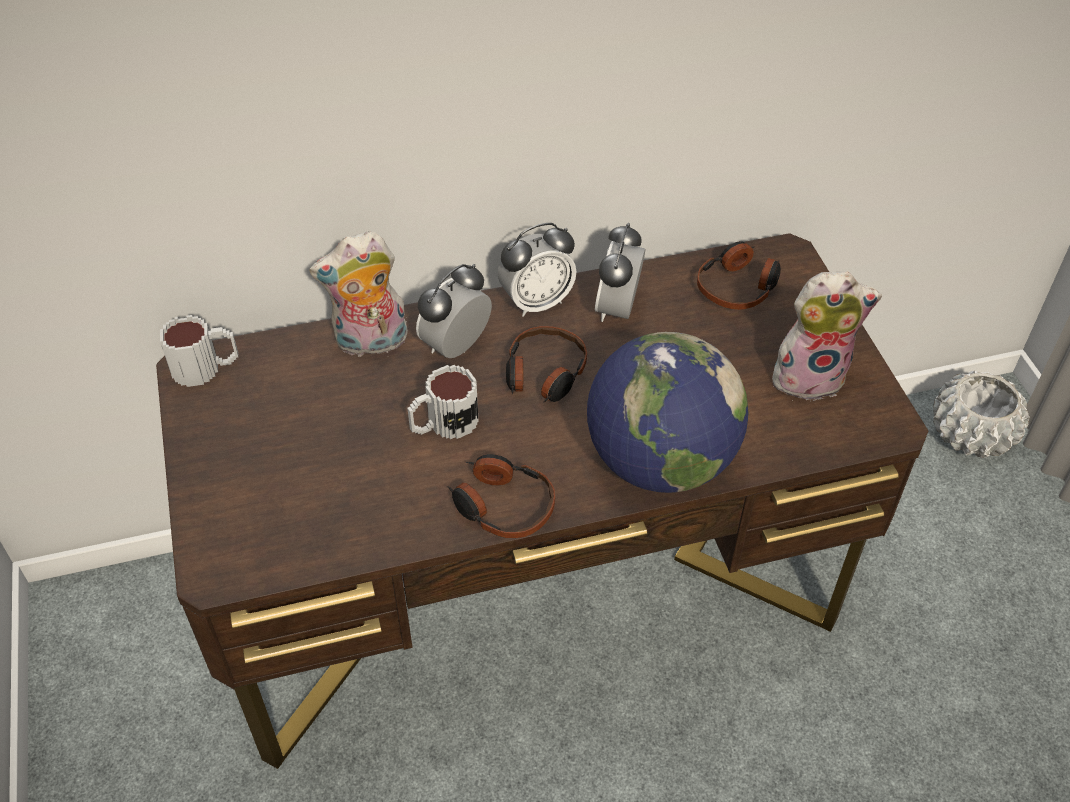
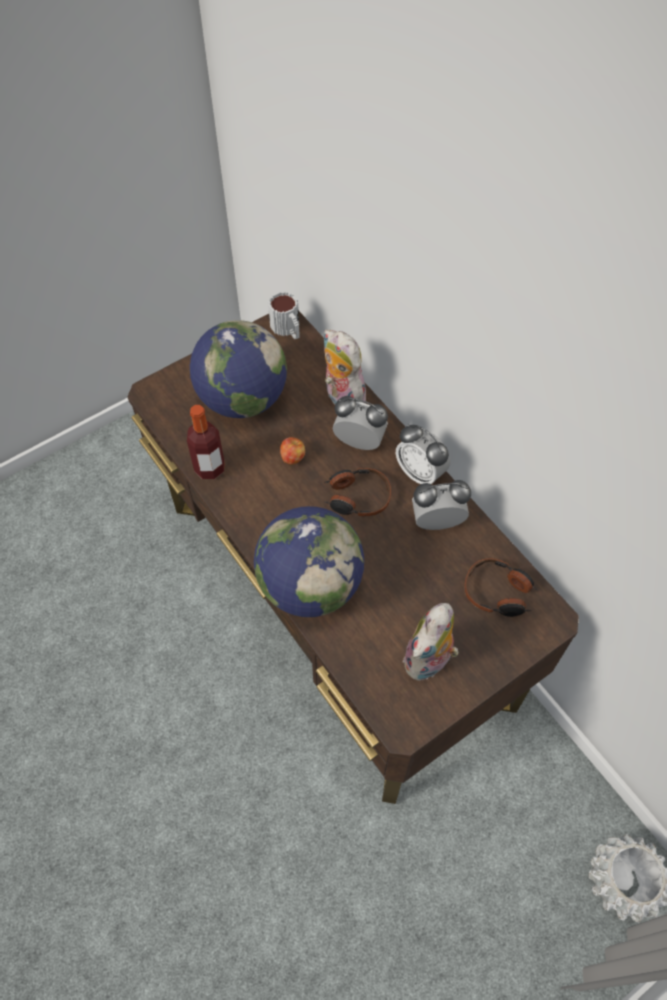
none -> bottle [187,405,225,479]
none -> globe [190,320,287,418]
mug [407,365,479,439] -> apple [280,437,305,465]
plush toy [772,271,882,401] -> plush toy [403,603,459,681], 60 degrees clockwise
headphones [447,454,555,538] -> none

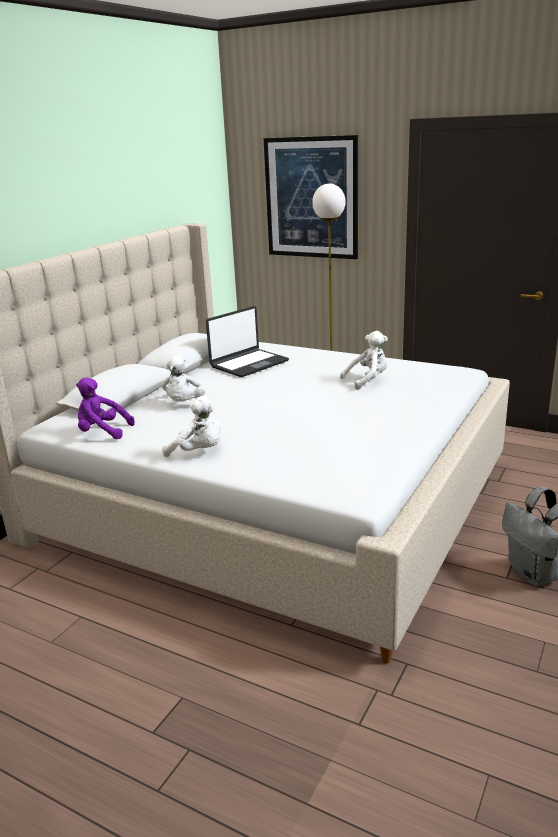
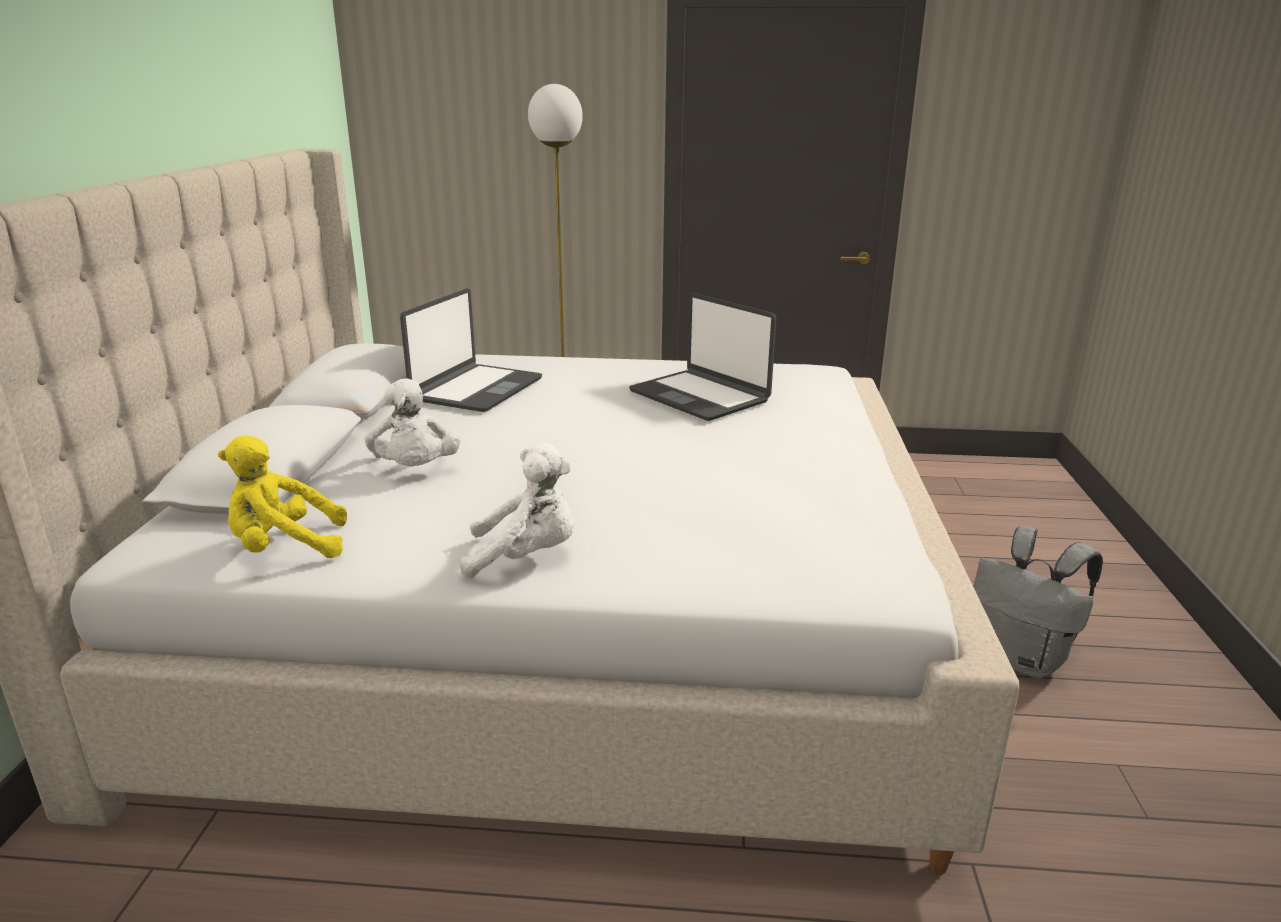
purple plush toy [76,378,135,439] -> yellow plush toy [218,436,347,558]
white plush toy [340,331,388,390] -> laptop [629,293,776,421]
picture [264,135,358,259] -> none

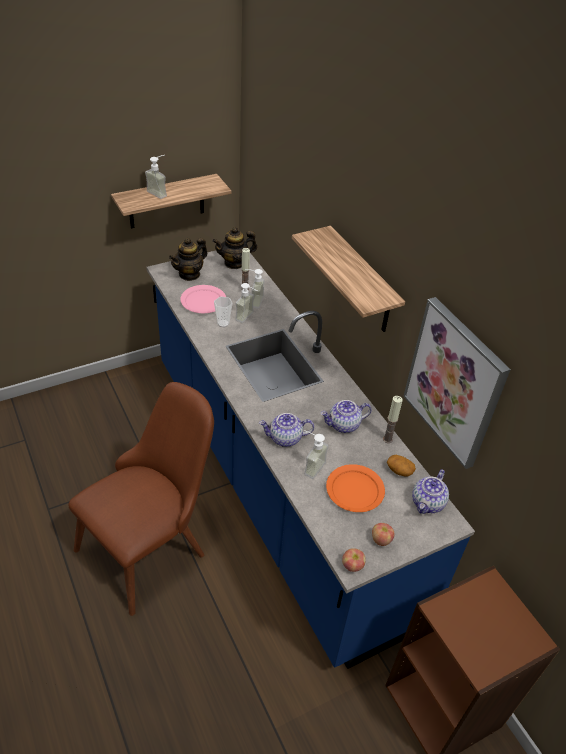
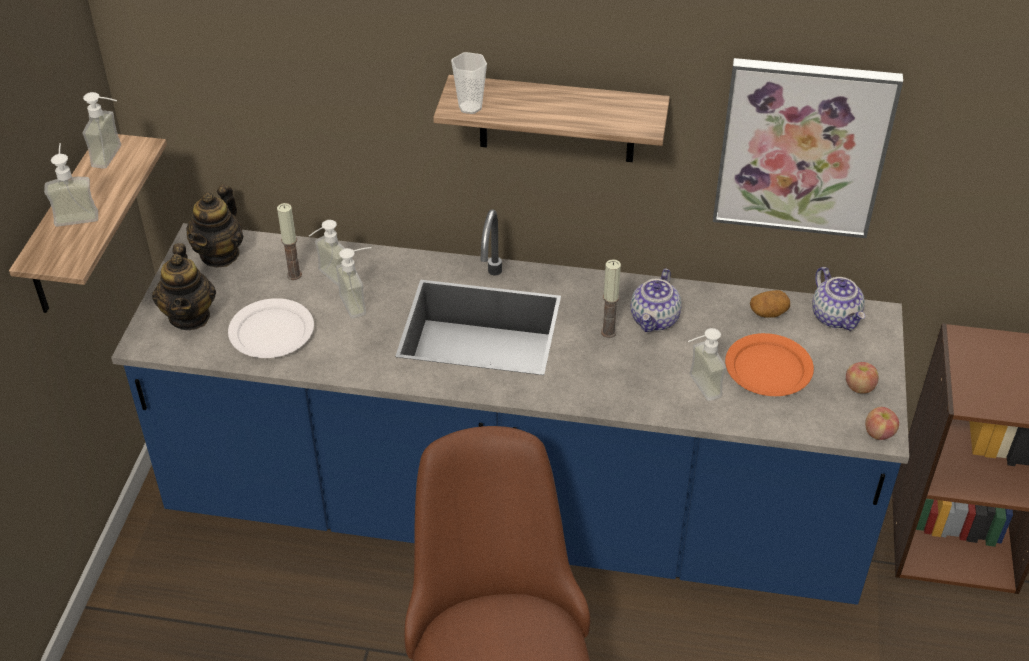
none -> soap dispenser [83,92,121,169]
pink plate [180,285,226,313] -> white plate [228,298,314,358]
cup [214,297,233,328] -> cup [451,52,487,114], moved
candle [383,396,403,443] -> candle [601,259,621,338], moved
teapot [259,413,314,447] -> none

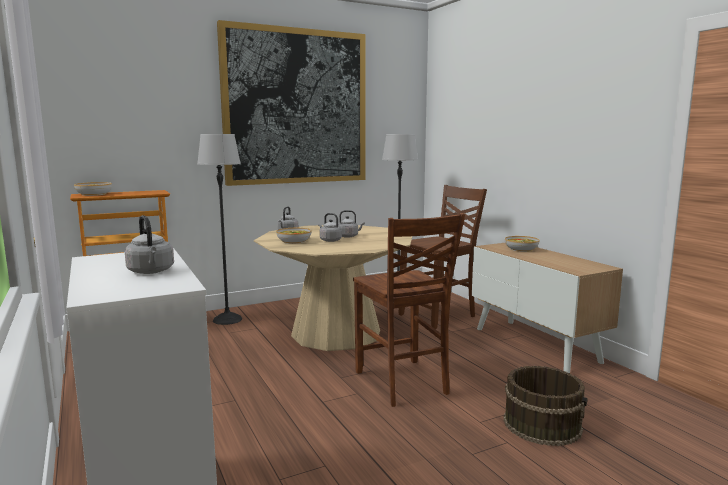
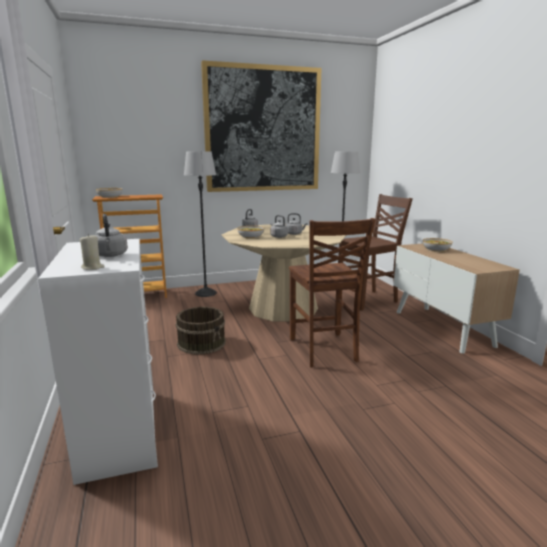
none -> beige candle [80,234,105,270]
brown bucket [503,366,588,446] -> brown bucket [175,306,226,354], moved

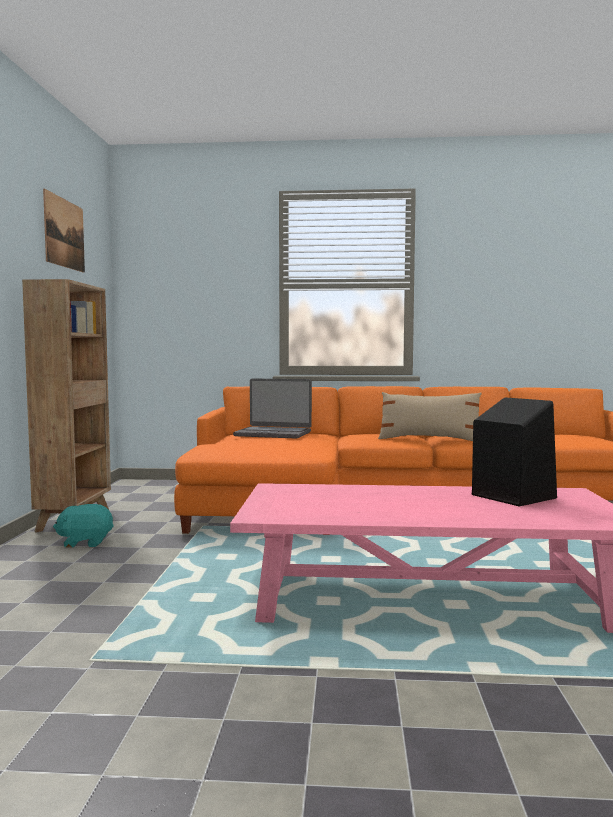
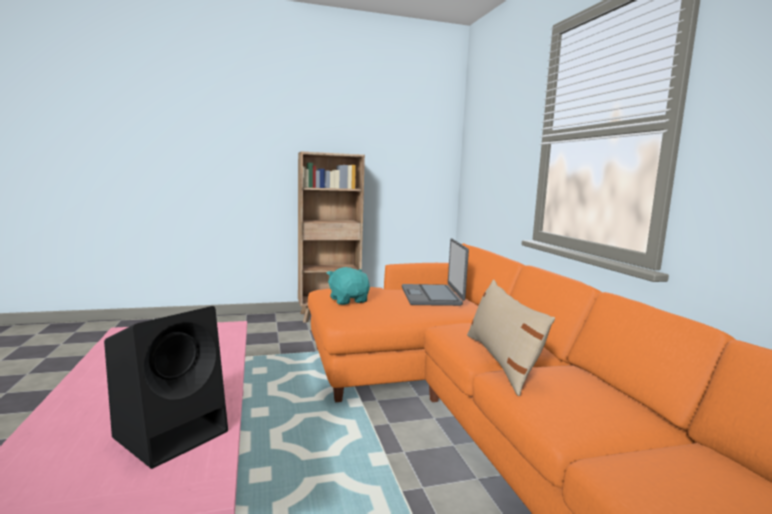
turquoise plush toy [53,504,114,547] -> turquoise plush toy [327,267,370,305], moved
picture [43,189,85,273] -> none

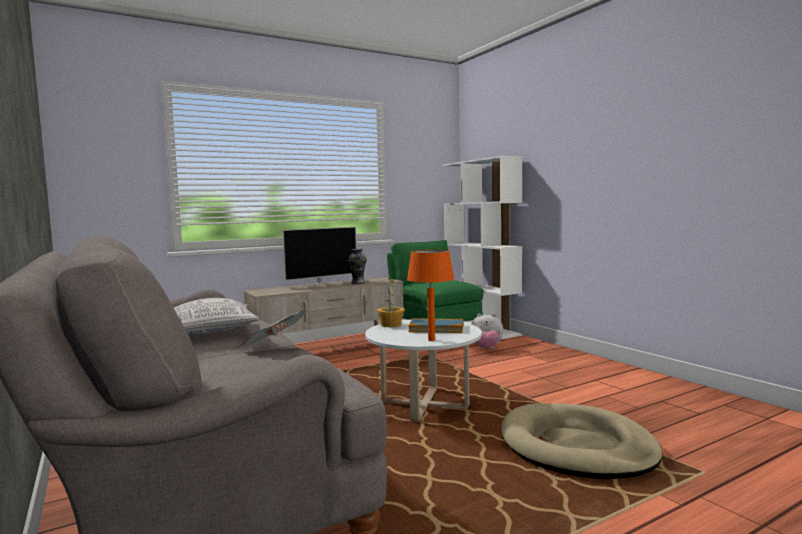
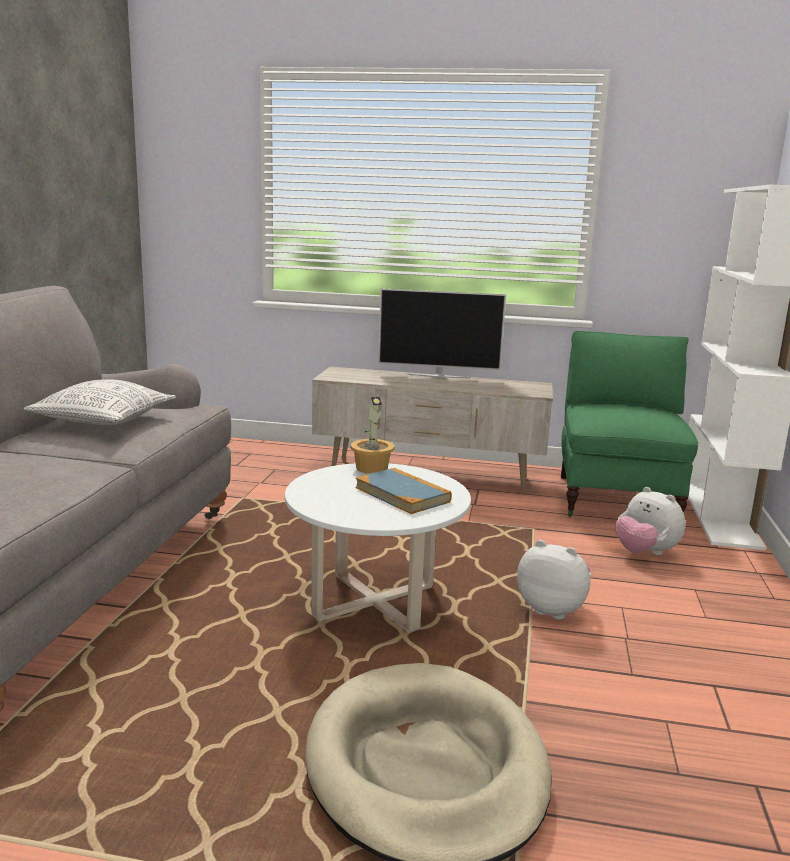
none -> plush toy [517,540,592,620]
newspaper [237,310,307,348] -> none
vase [348,249,367,284] -> none
orange table lamp [407,250,454,341] -> none

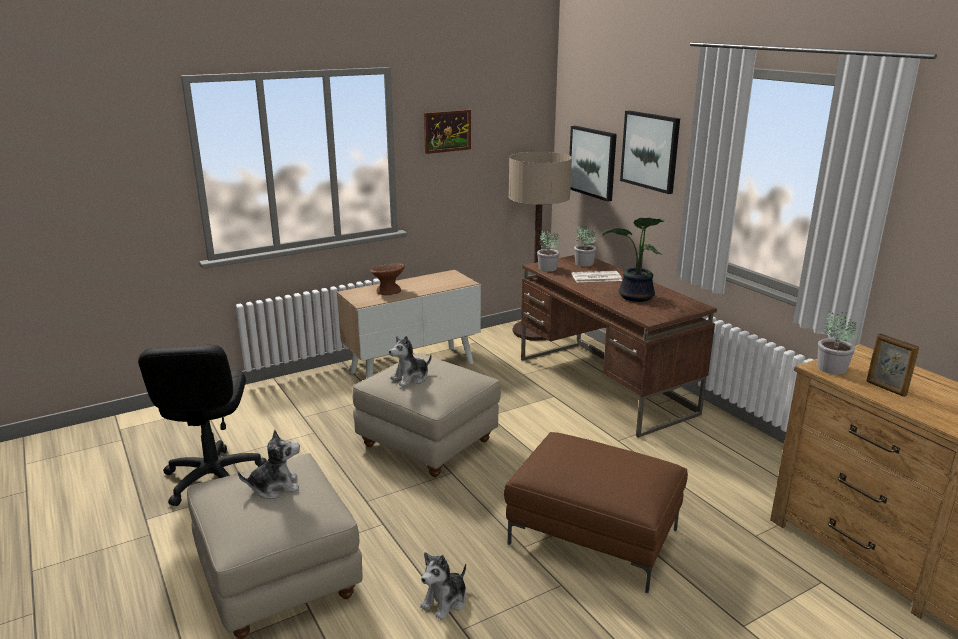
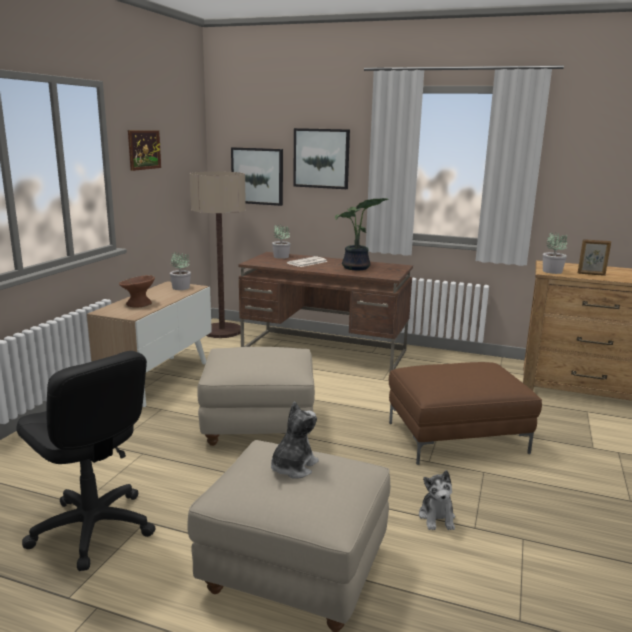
potted plant [537,230,560,272] -> potted plant [170,252,191,290], moved
plush toy [389,336,432,387] -> none

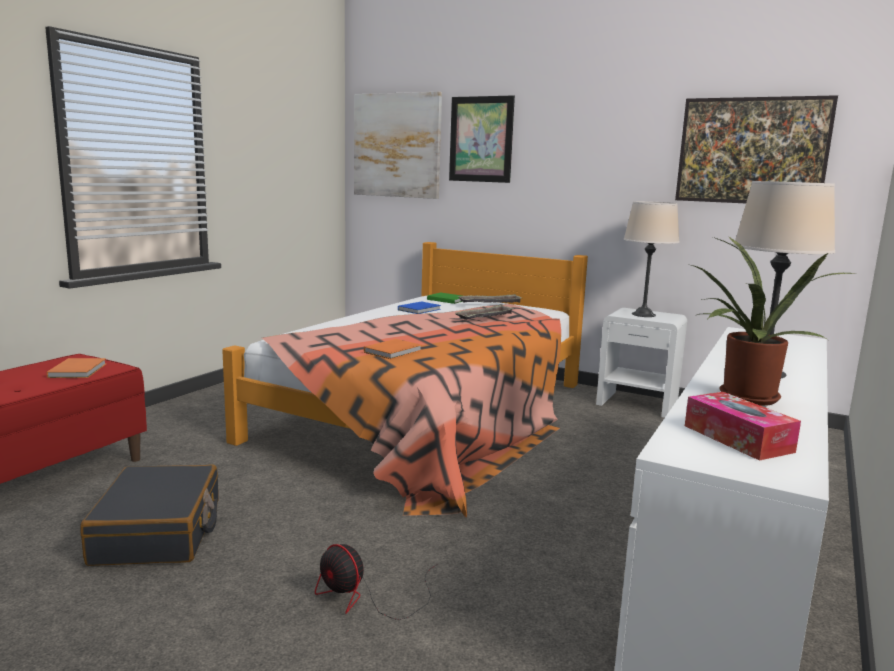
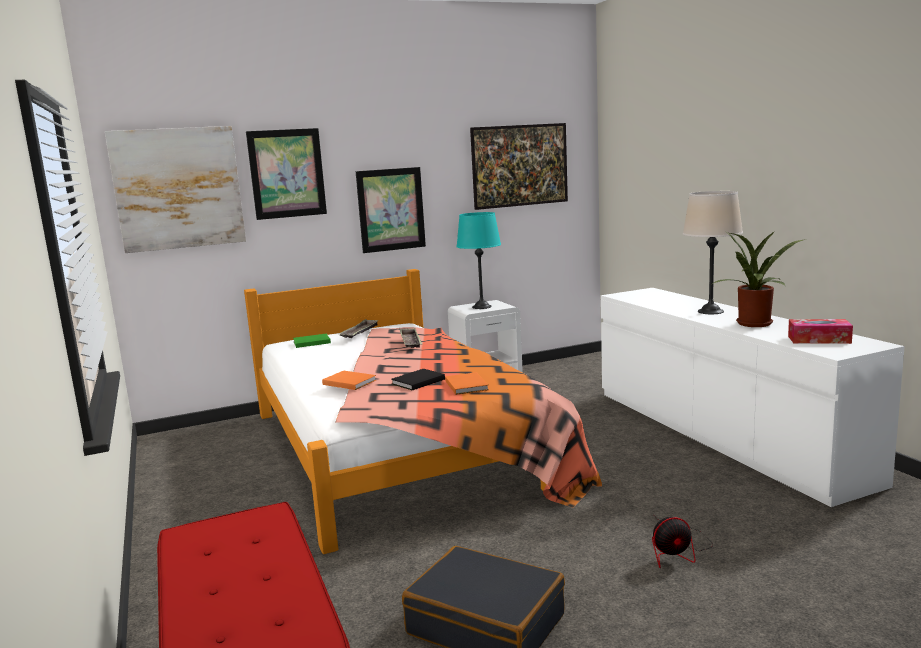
orange book [47,358,106,378] -> orange book [322,371,376,390], moved
none -> picture [356,167,426,253]
none -> black book [391,369,445,390]
beige table lamp [624,201,680,317] -> turquoise table lamp [456,212,501,309]
blue book [398,301,441,314] -> none

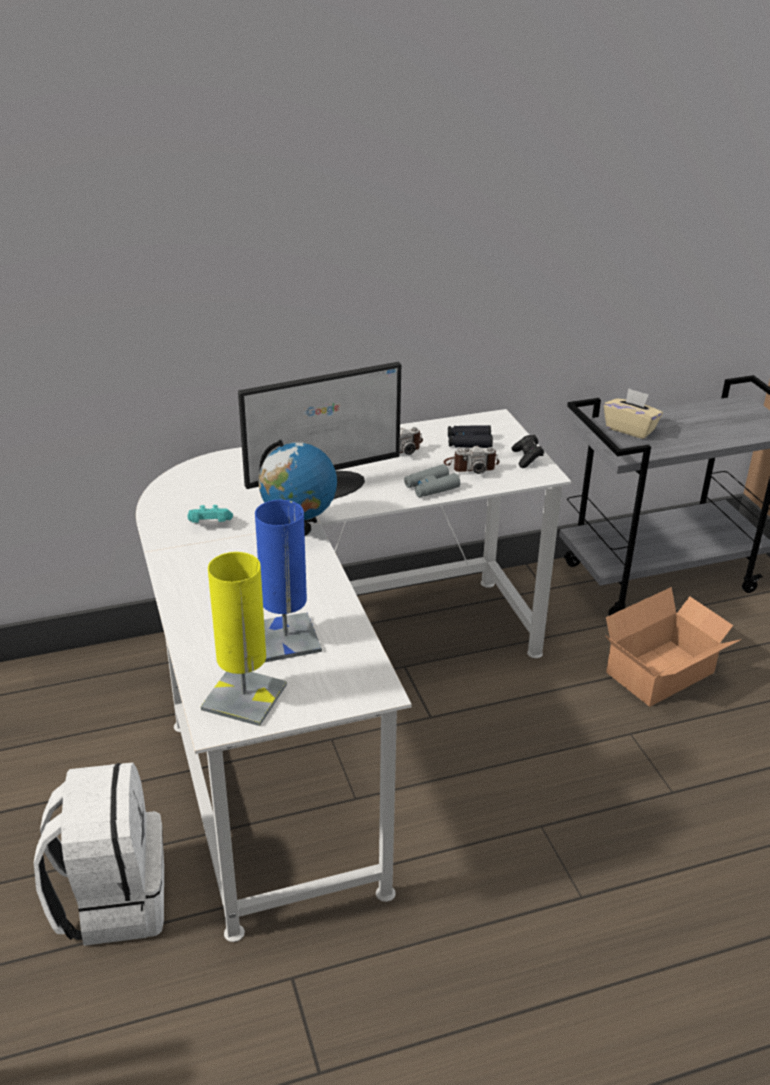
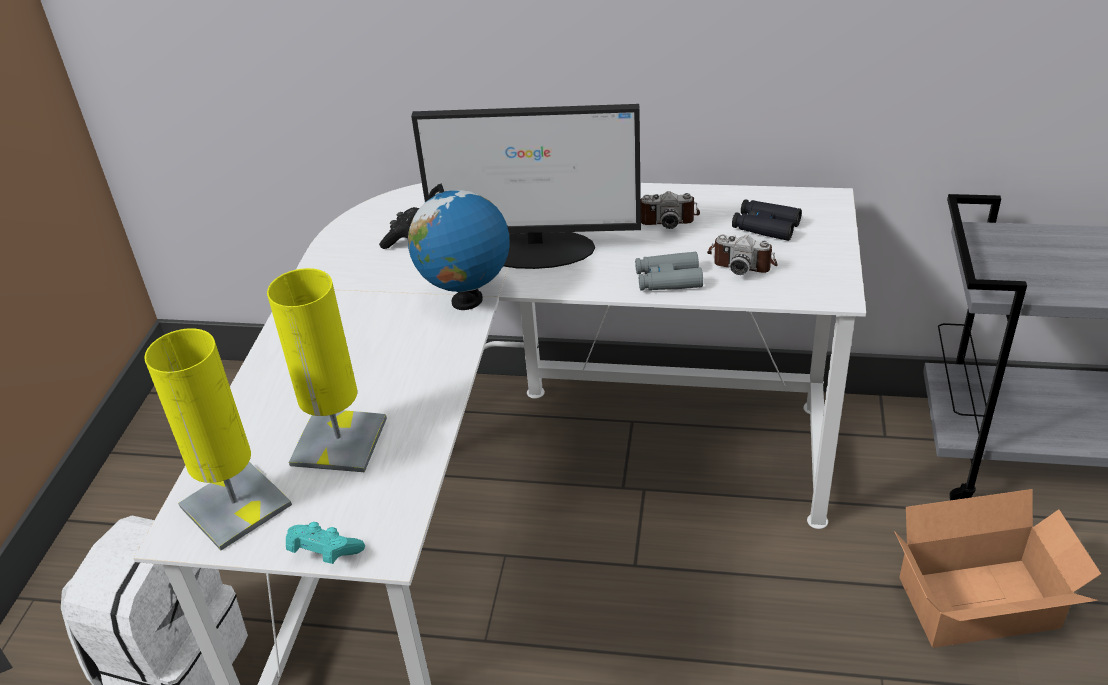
blue table lamp [255,500,322,662] -> yellow table lamp [267,268,387,472]
turquoise game controller [188,505,233,523] -> turquoise game controller [286,522,365,564], moved
black game controller [512,435,544,468] -> black game controller [379,207,419,249], moved
beige tissue box [604,388,663,439] -> none

